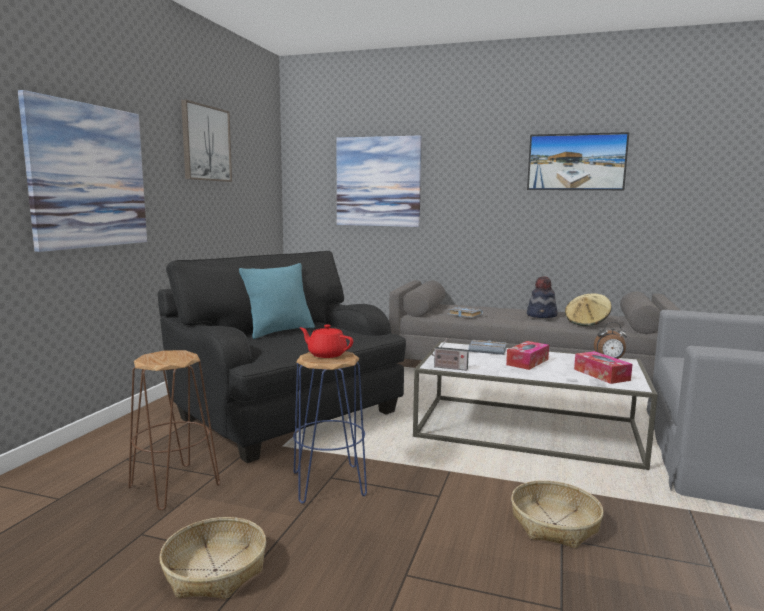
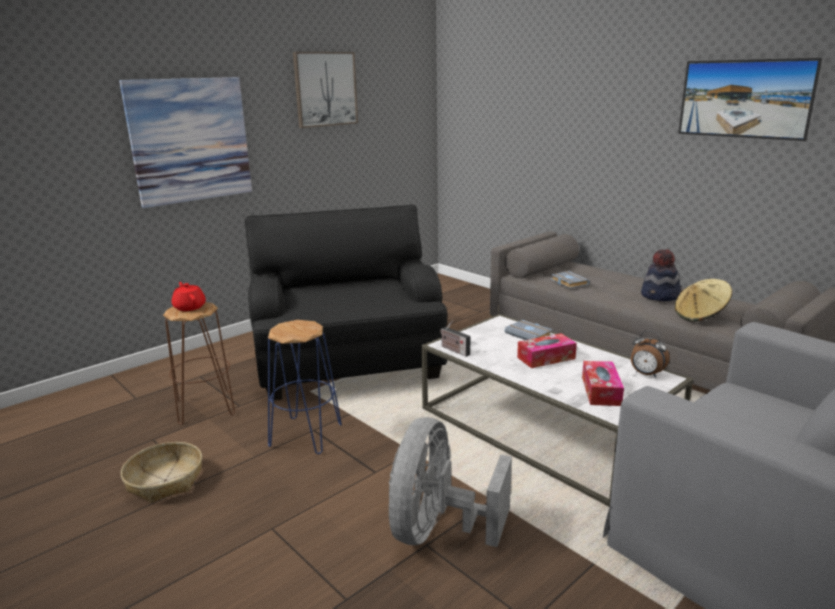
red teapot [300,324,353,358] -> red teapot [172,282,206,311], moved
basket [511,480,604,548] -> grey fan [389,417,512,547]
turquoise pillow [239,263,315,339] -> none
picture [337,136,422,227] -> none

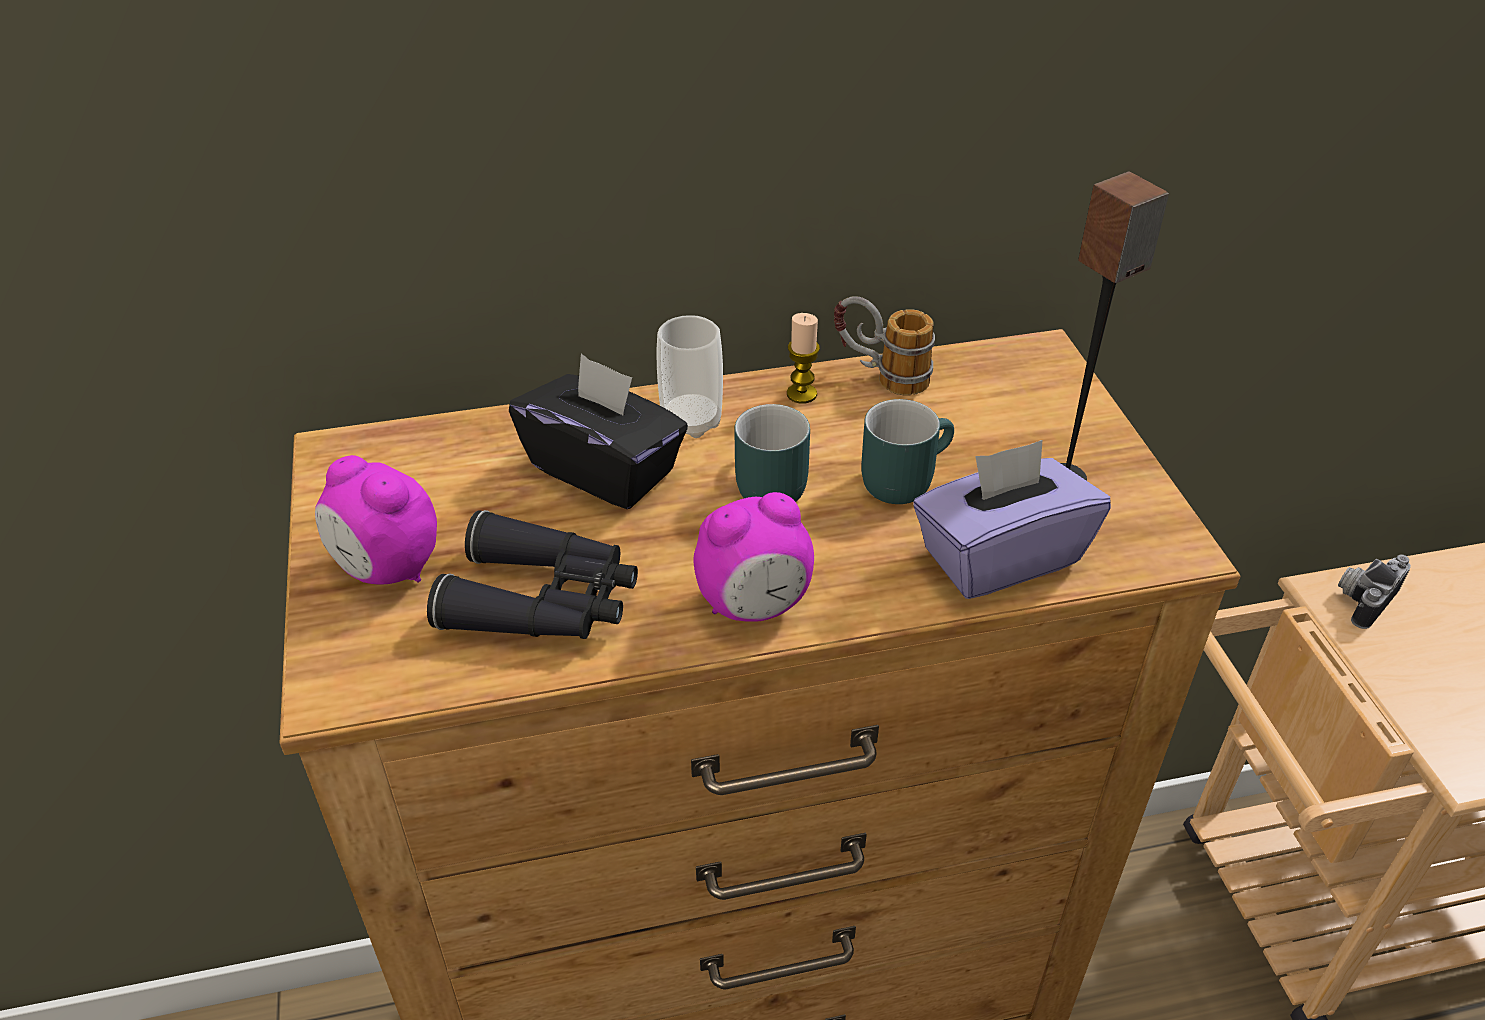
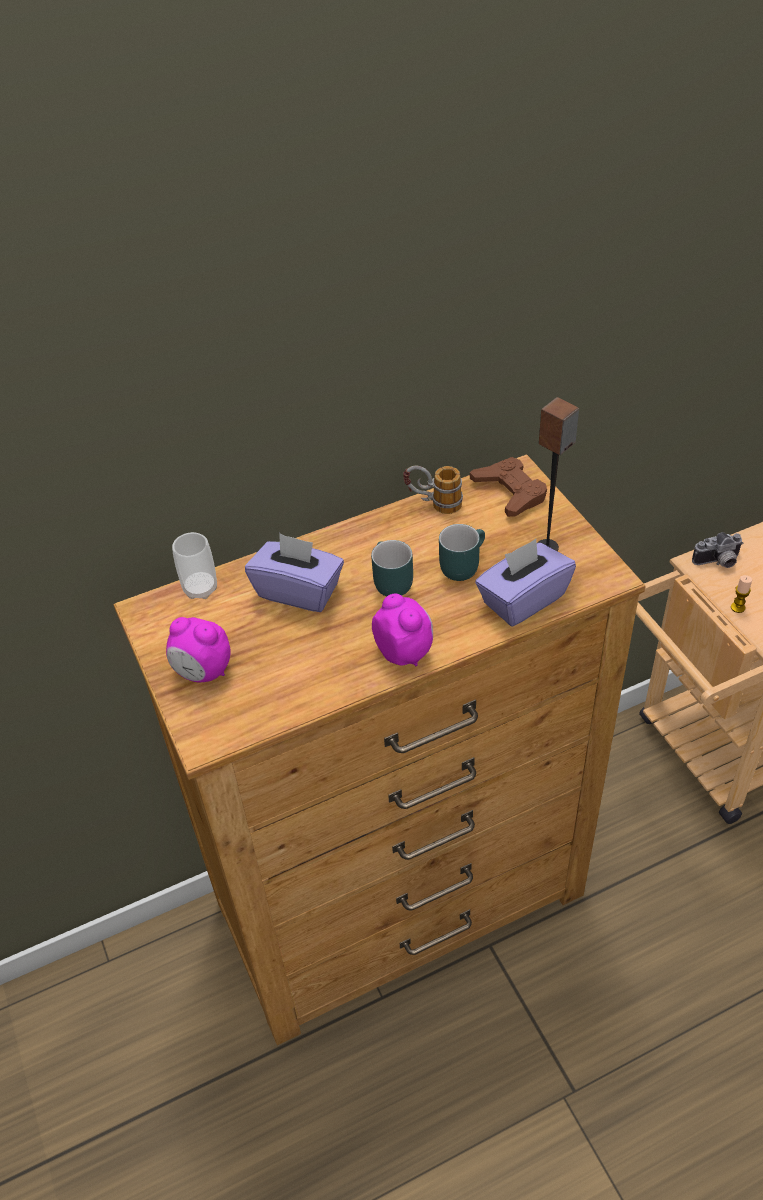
cup [657,315,723,438] -> cup [172,532,217,599], moved
black tissue box [509,353,688,509] -> purple tissue box [245,533,344,612]
alarm clock [694,492,814,622] -> alarm clock [372,594,433,666], 90 degrees counterclockwise
none -> brown game controller [470,457,547,517]
photo camera [1338,555,1411,629] -> photo camera [692,532,744,568], 135 degrees counterclockwise
candle [787,313,820,403] -> candle [731,575,752,613], moved
black binoculars [427,510,638,639] -> none

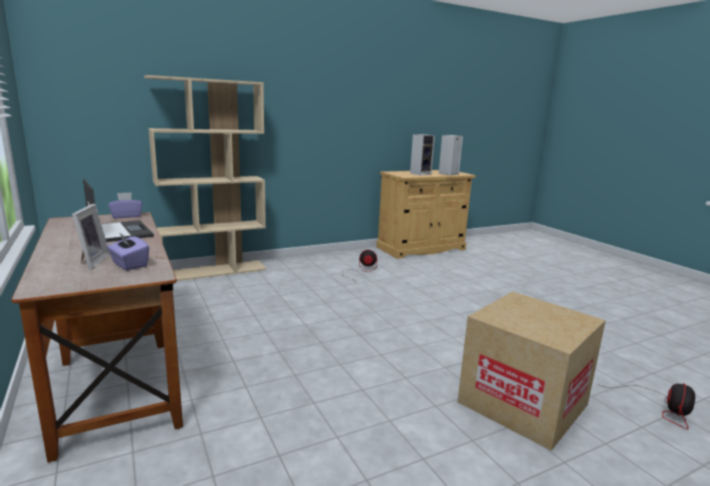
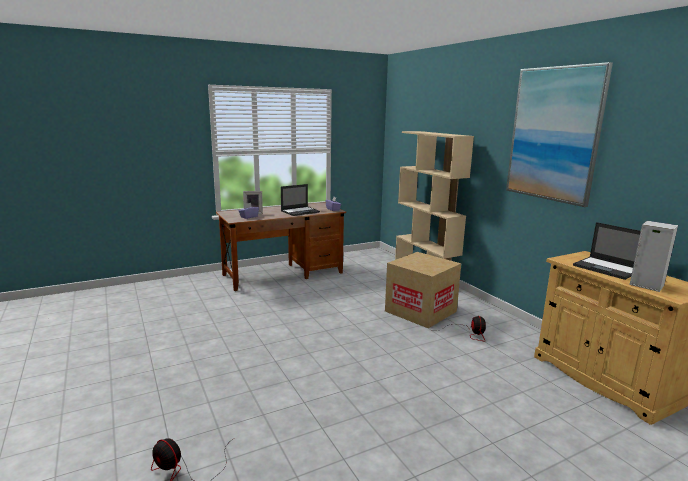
cardboard box [457,291,606,451] -> cardboard box [385,252,461,328], moved
none -> picture [506,62,613,207]
speaker [410,134,435,175] -> laptop [573,222,641,280]

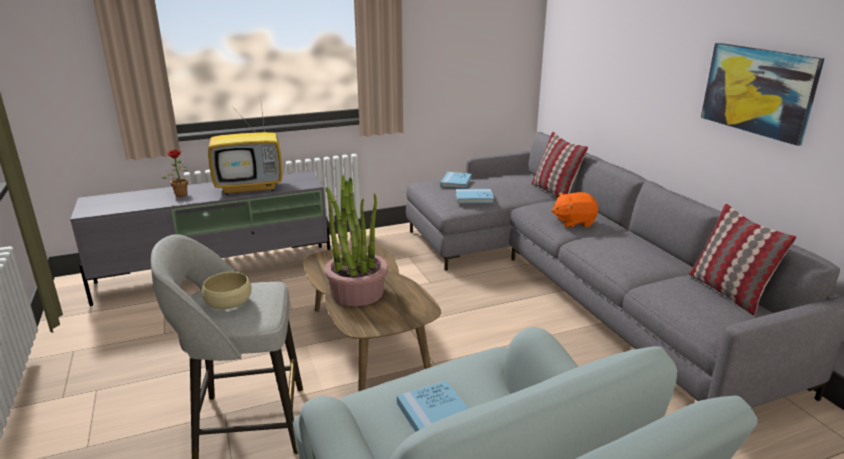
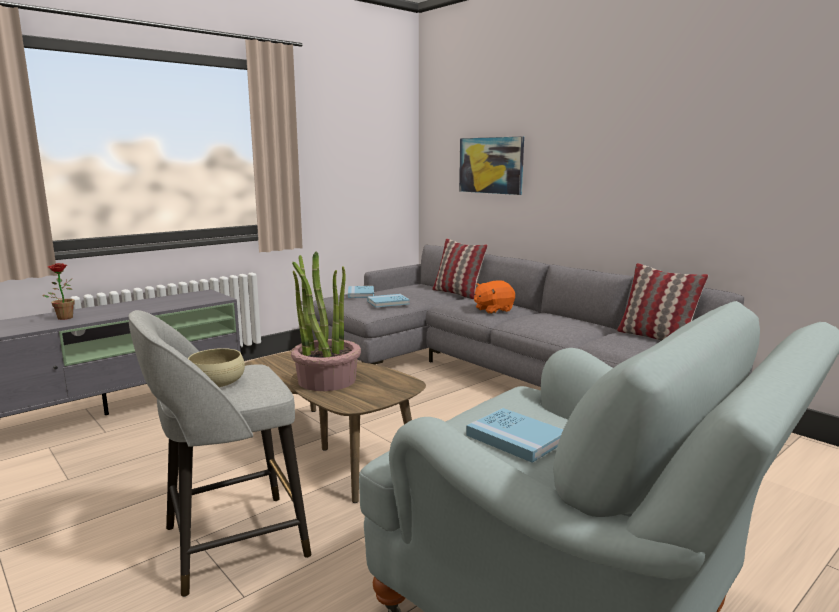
picture [701,43,824,146] -> picture [459,136,524,195], moved
television [208,104,283,195] -> none

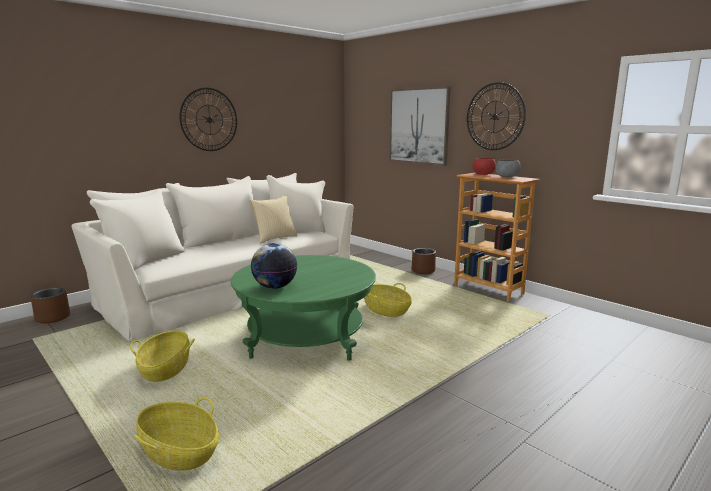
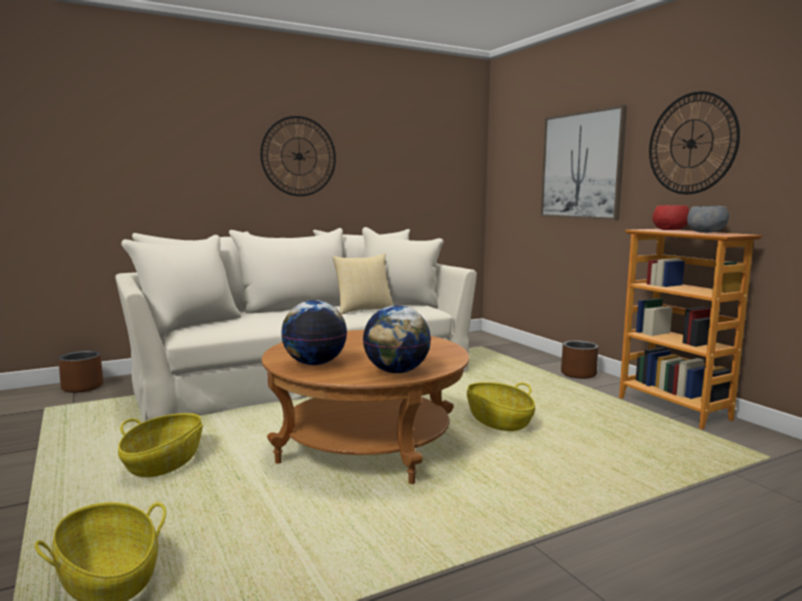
green coffee table [231,255,376,361] -> brown coffee table [262,330,469,484]
none -> globe [363,305,431,373]

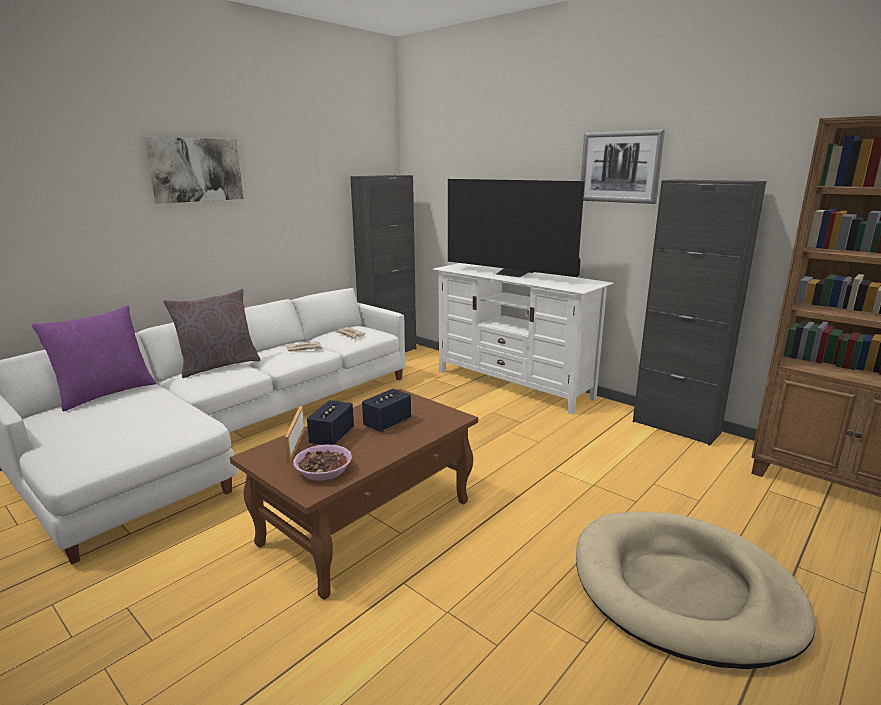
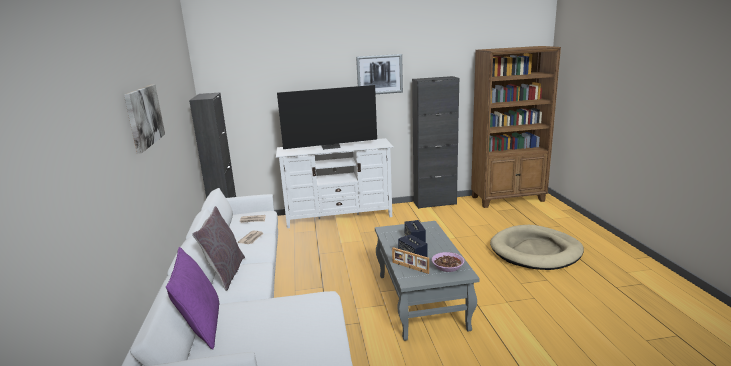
brown coffee table [230,389,478,600] -> grey coffee table [375,221,480,341]

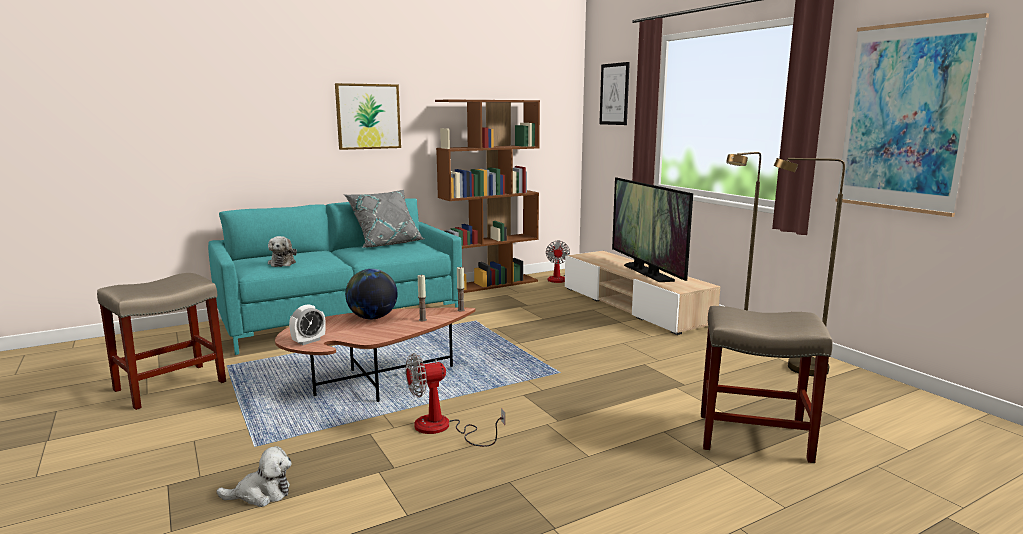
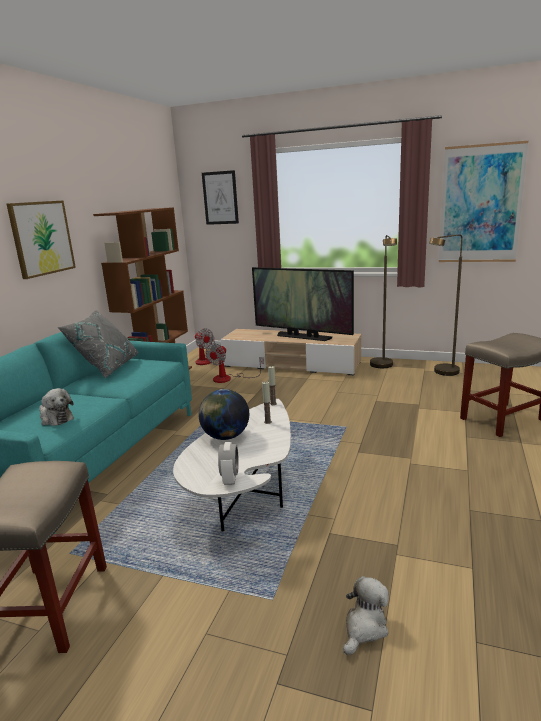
brown coffee table [275,307,475,402] -> white coffee table [173,399,291,532]
fan [406,353,505,447] -> fan [206,343,264,383], moved

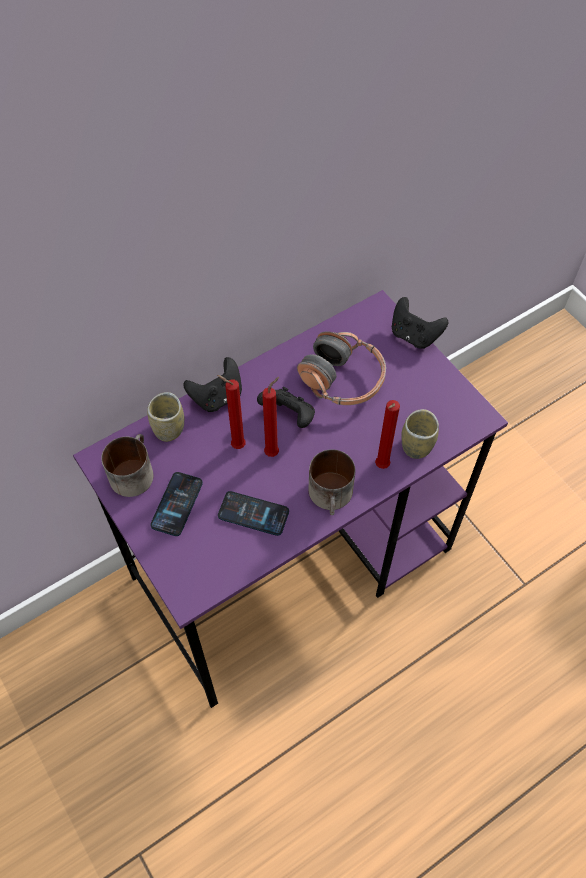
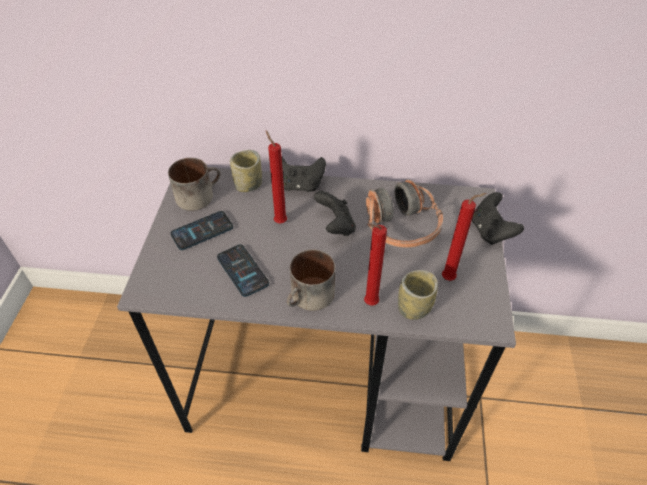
purple desk [73,290,508,708] -> grey desk [117,168,516,461]
red candle [262,377,279,457] -> red candle [442,193,486,281], moved

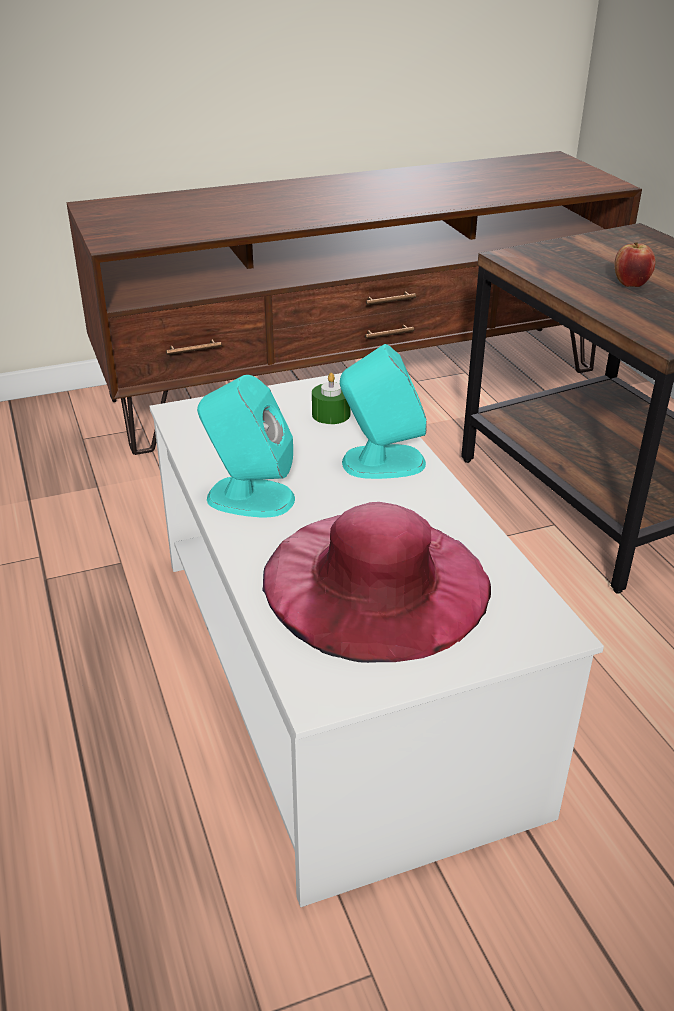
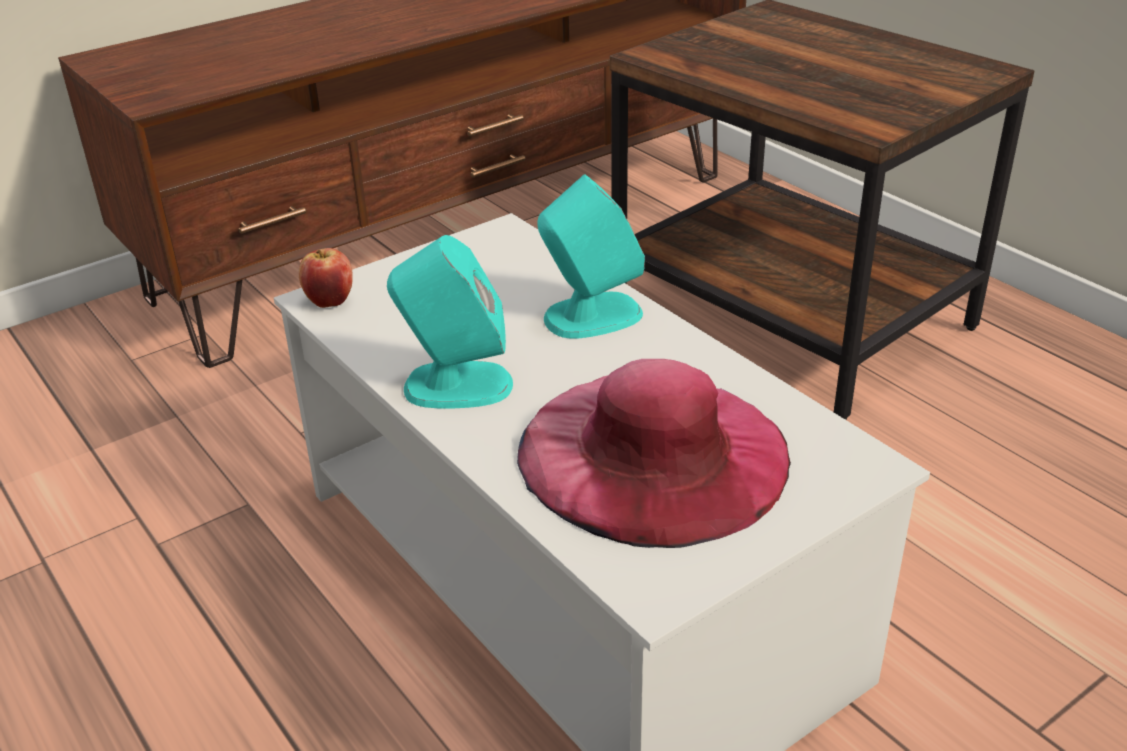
apple [615,242,656,287] -> apple [299,248,353,308], moved
green candle [312,373,351,424] -> none

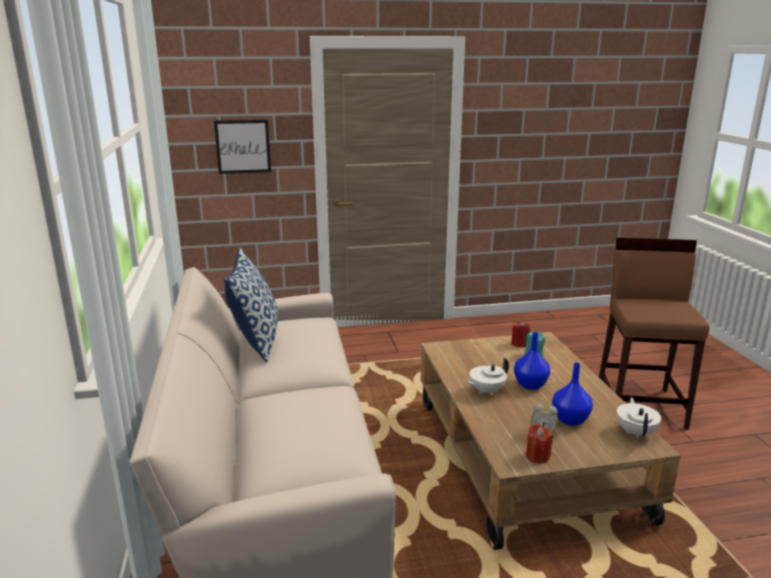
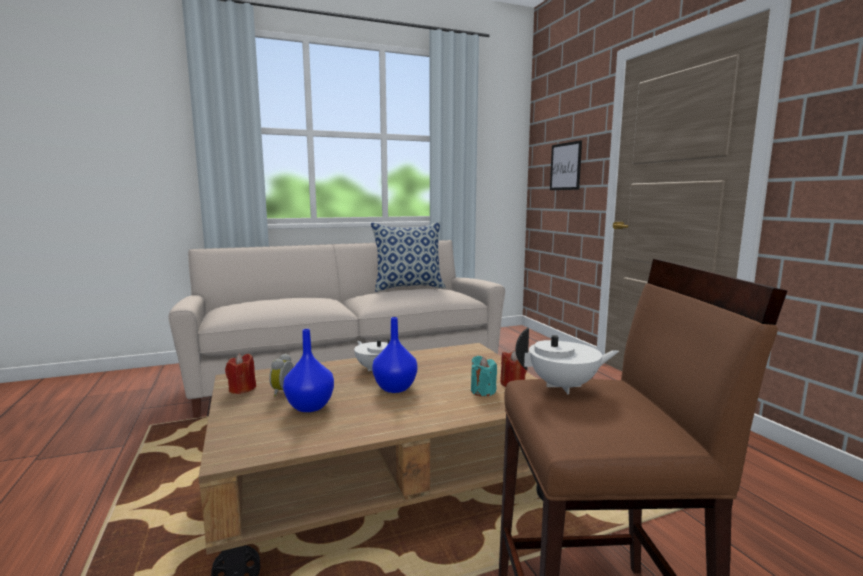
white teapot [617,397,661,439] -> white teapot [516,327,619,394], moved

